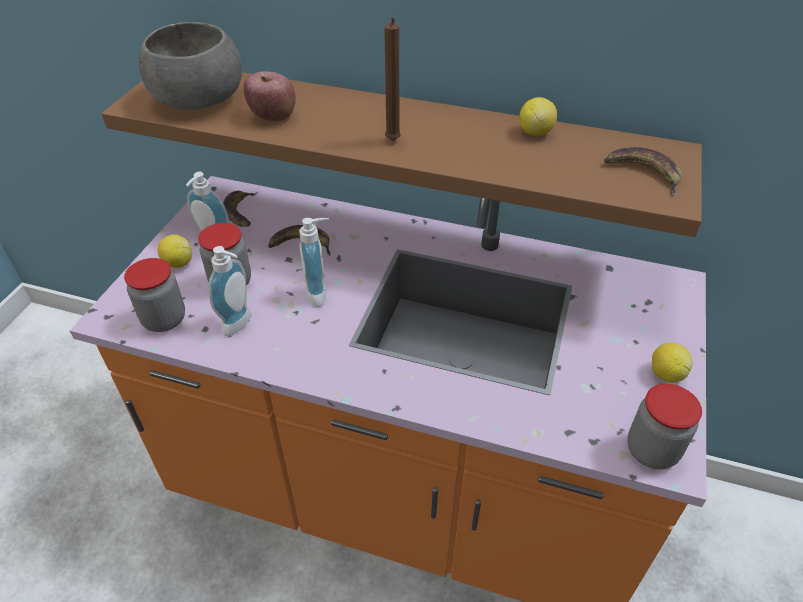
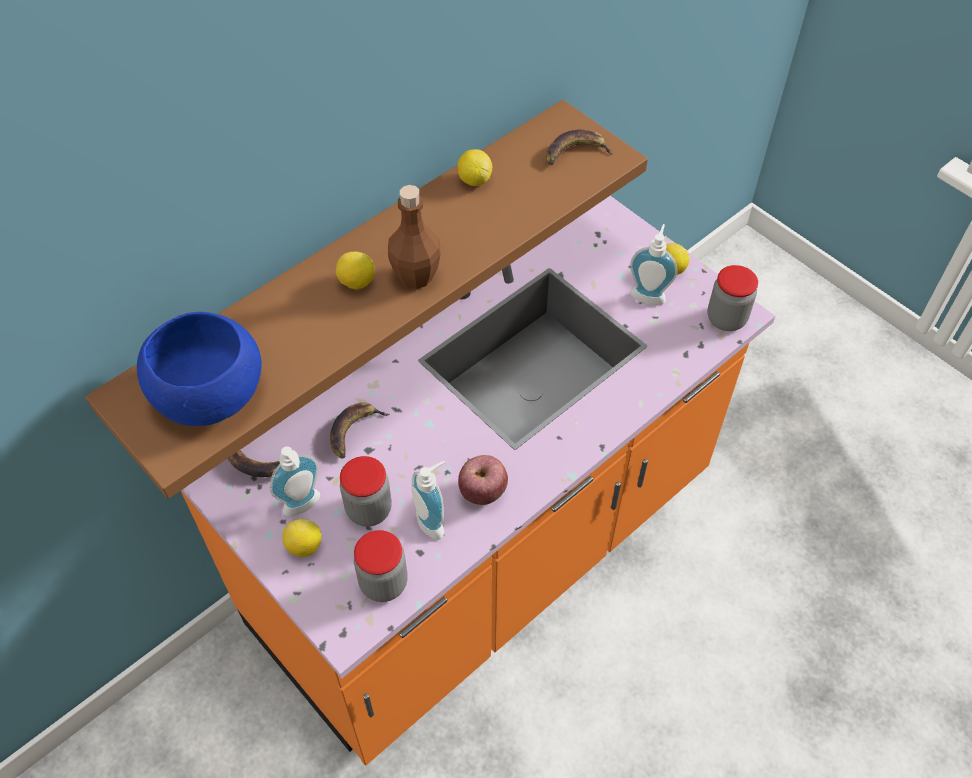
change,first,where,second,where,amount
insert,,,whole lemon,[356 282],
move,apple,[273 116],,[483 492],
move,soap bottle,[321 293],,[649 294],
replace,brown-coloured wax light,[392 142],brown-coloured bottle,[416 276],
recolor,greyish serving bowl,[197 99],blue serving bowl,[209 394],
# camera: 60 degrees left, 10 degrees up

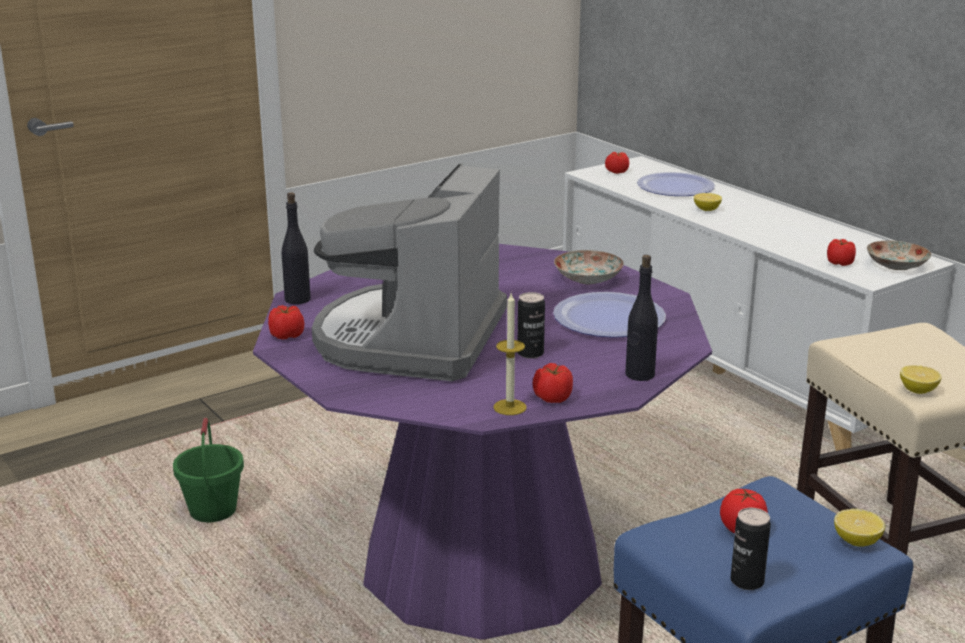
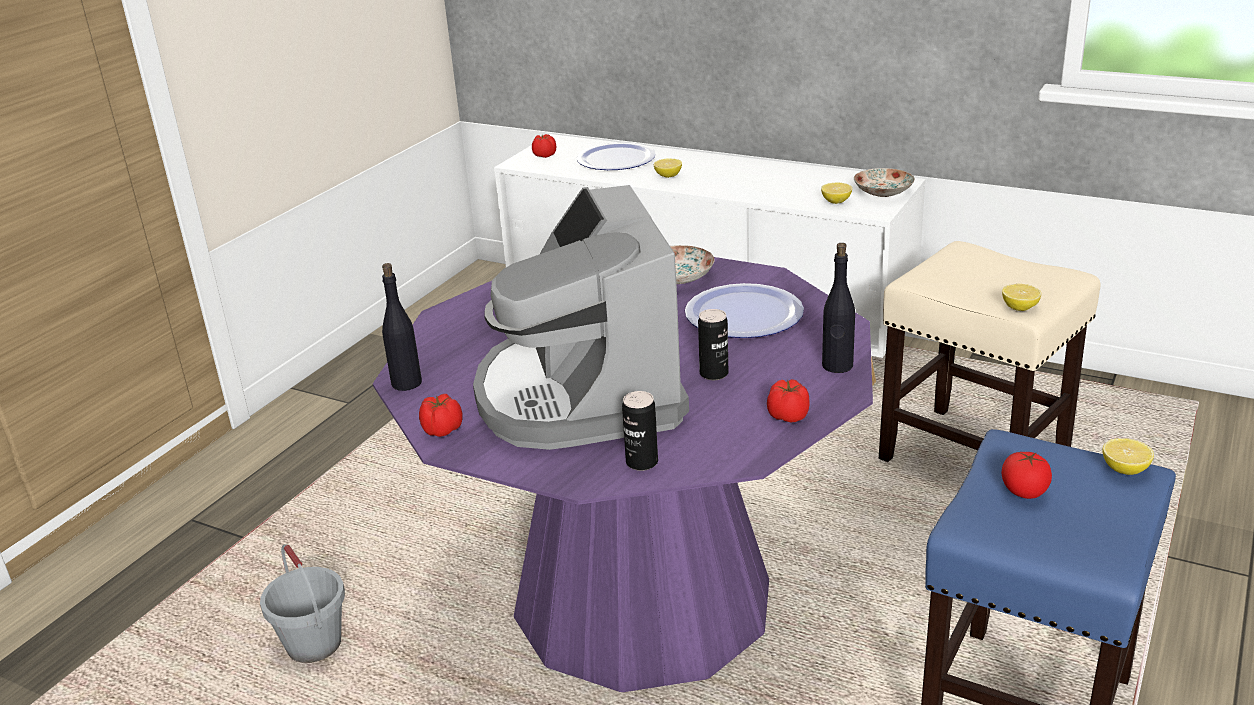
change,first,where,second,where,amount
delete,wax light,[509 407],,,
move,metal can,[747 581],,[642 462],
replace,whole tomato,[840 263],whole lemon,[836 201],
recolor,green pail,[212 511],greyish pail,[313 645],
# camera: 25 degrees left, 5 degrees up

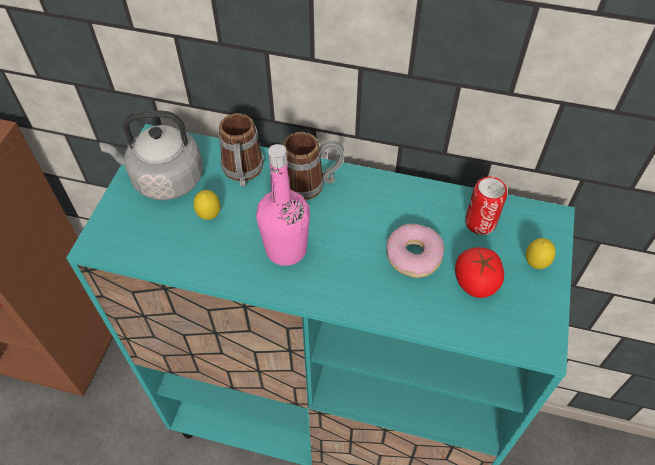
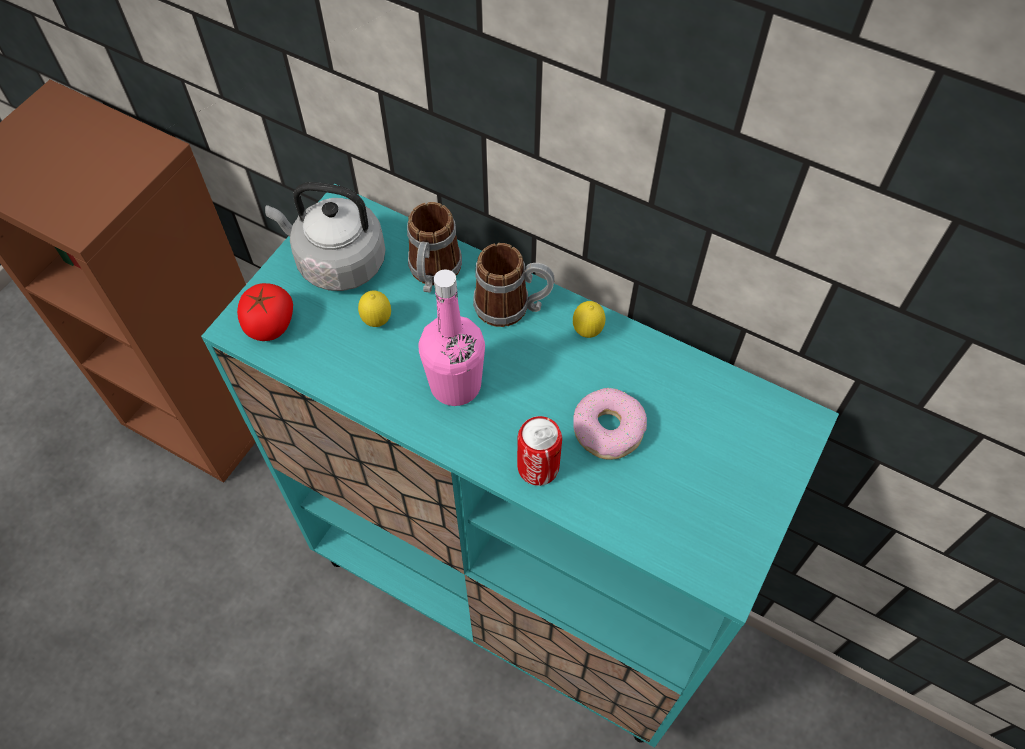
change,first,where,second,where,amount
move,whole tomato,[475 283],,[270 325],
move,metal can,[480 223],,[538 467],
move,whole lemon,[535 264],,[587 332],
# camera: 15 degrees right, 5 degrees up

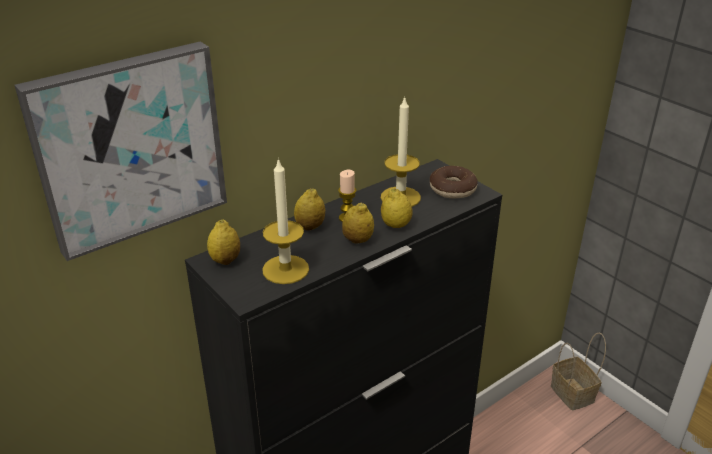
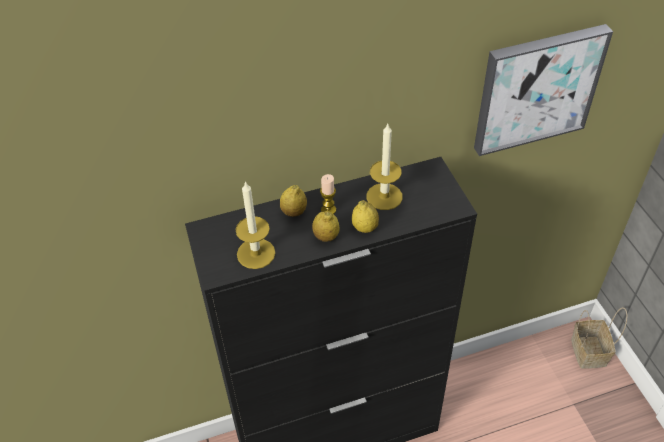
change,first,where,second,where,amount
delete,whole lemon,[225 260],,,
delete,donut,[452 189],,,
move,picture,[129 147],,[536 88],
# camera: 20 degrees right, 15 degrees up

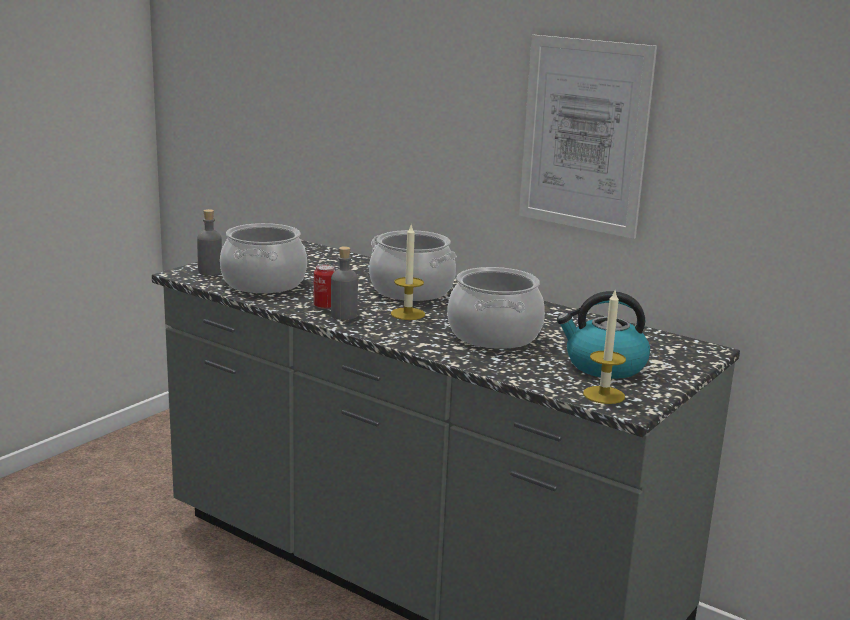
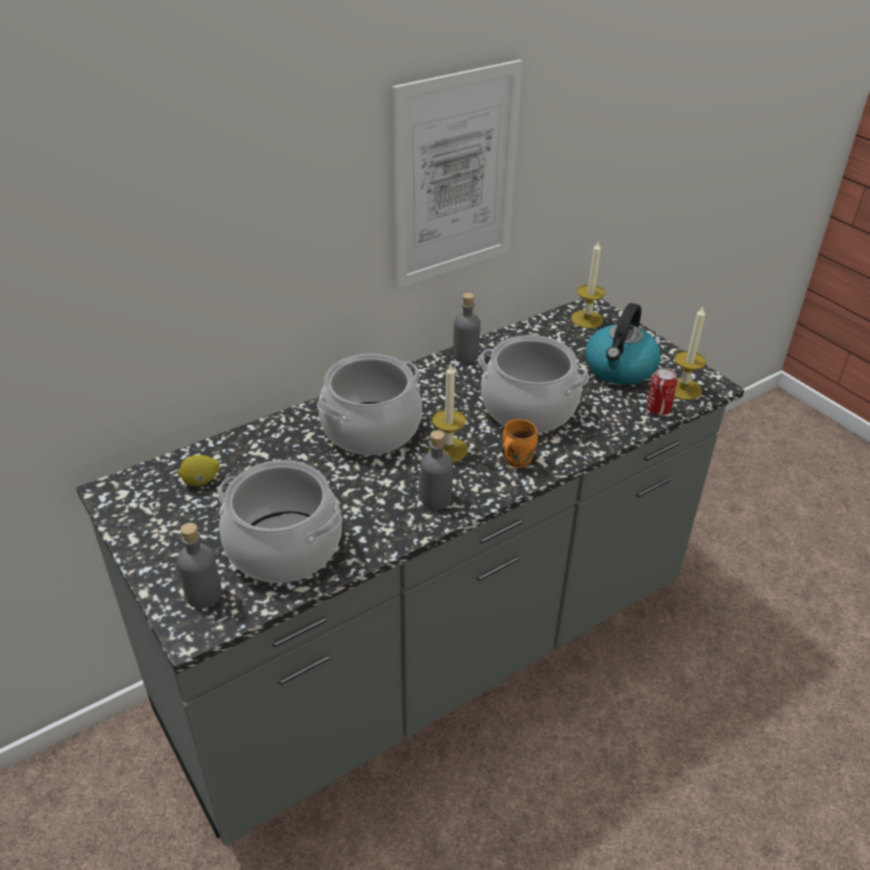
change,first,where,second,where,amount
insert,,,whole lemon,[201 481],
insert,,,greyish bottle,[465 355],
insert,,,orange-coloured mug,[515 460],
insert,,,wax light,[587 319],
move,metal can,[324 306],,[658 410],
# camera: 70 degrees left, 20 degrees up

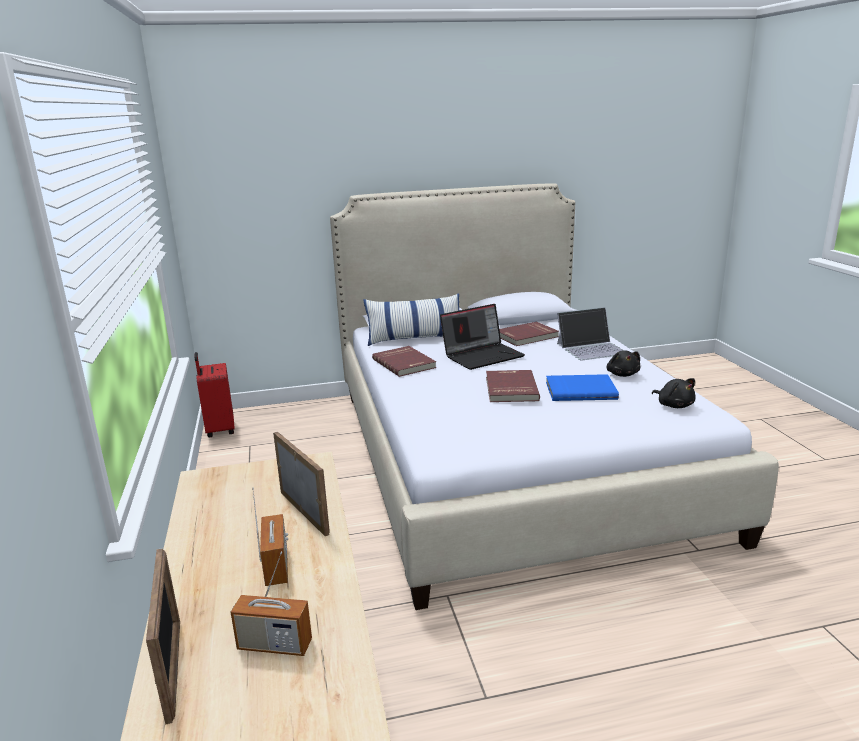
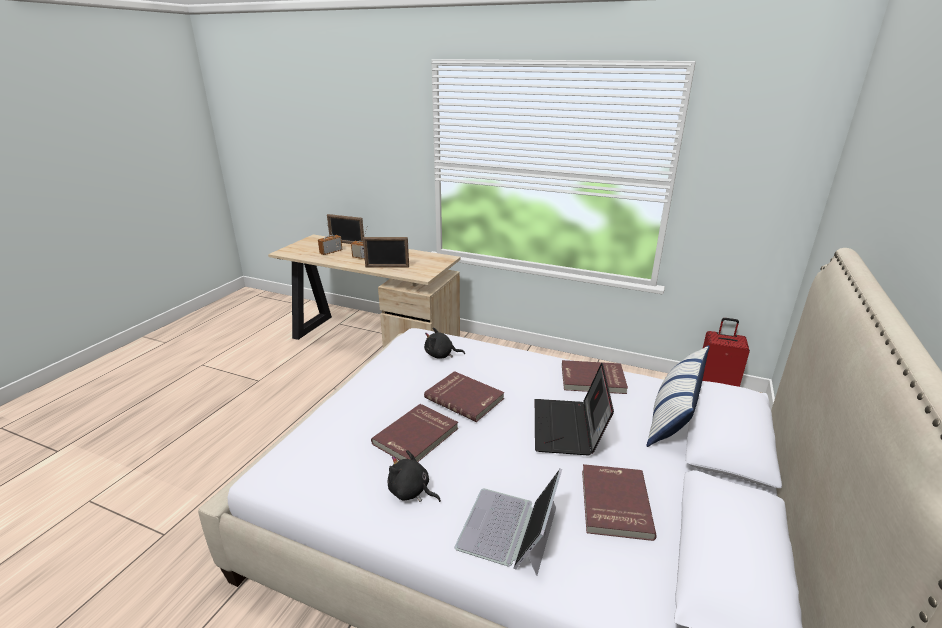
change,first,where,second,where,amount
move,blackish cuddly toy,[674 405],,[441 355],
recolor,blue volume,[580 390],reddish volume,[417 437],
# camera: 125 degrees right, 5 degrees up

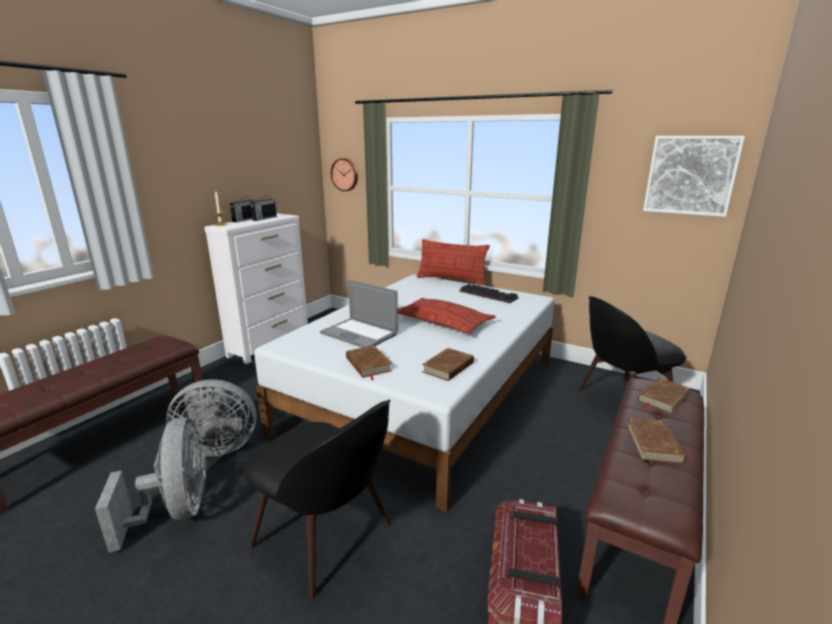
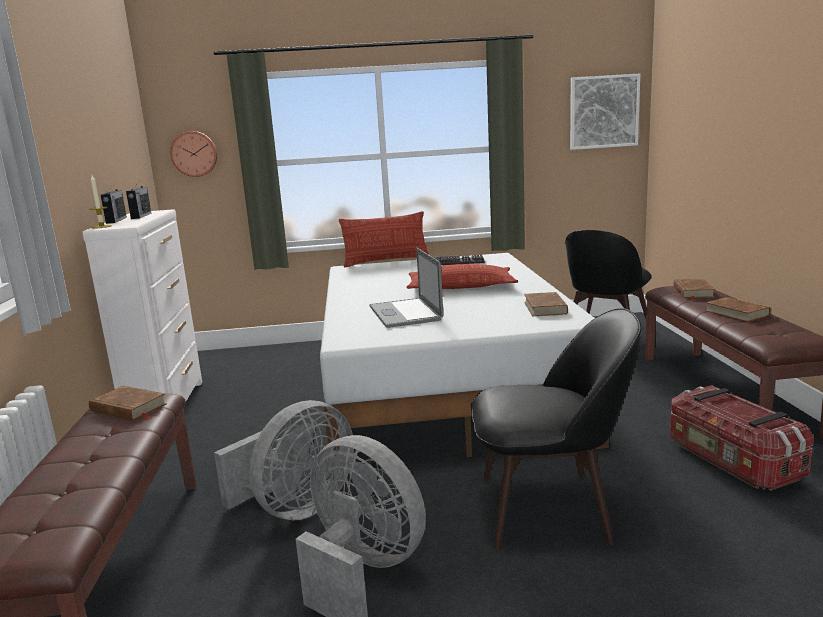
change,first,where,second,where,amount
move,brown-coloured volume,[368 365],,[128 408],
rotate,portable computer,[359 334],,[405 313],75 degrees clockwise
# camera: 35 degrees left, 5 degrees down

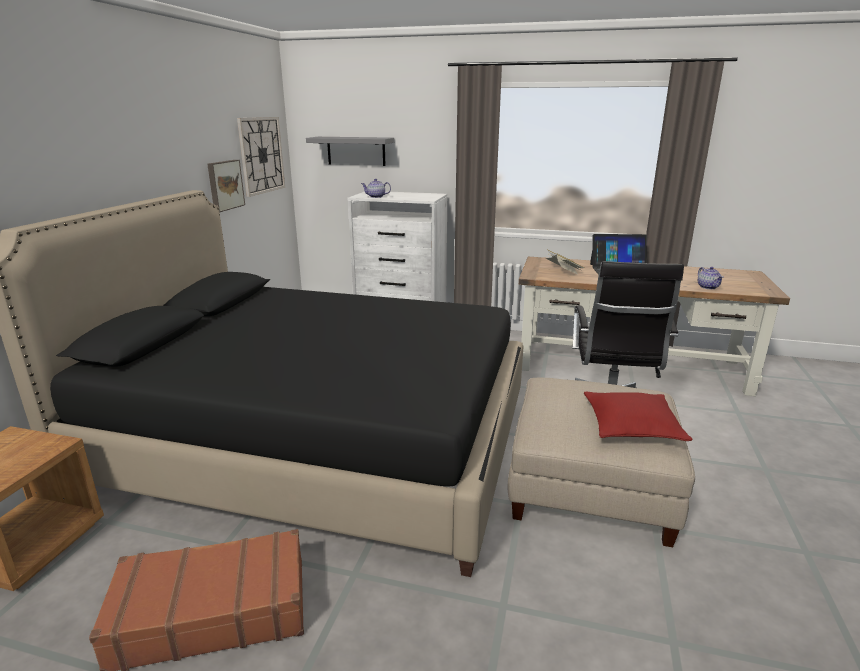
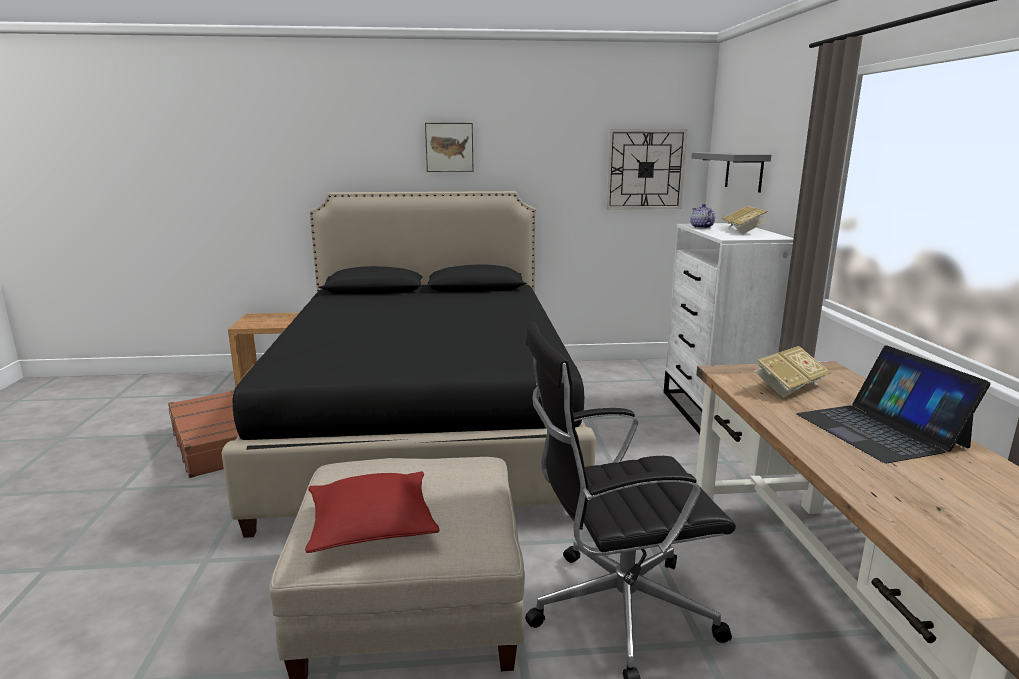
change,first,where,second,where,amount
delete,teapot,[708 287],,,
insert,,,volume,[743 231],
move,picture,[224 185],,[449 147],
# camera: 70 degrees right, 5 degrees down

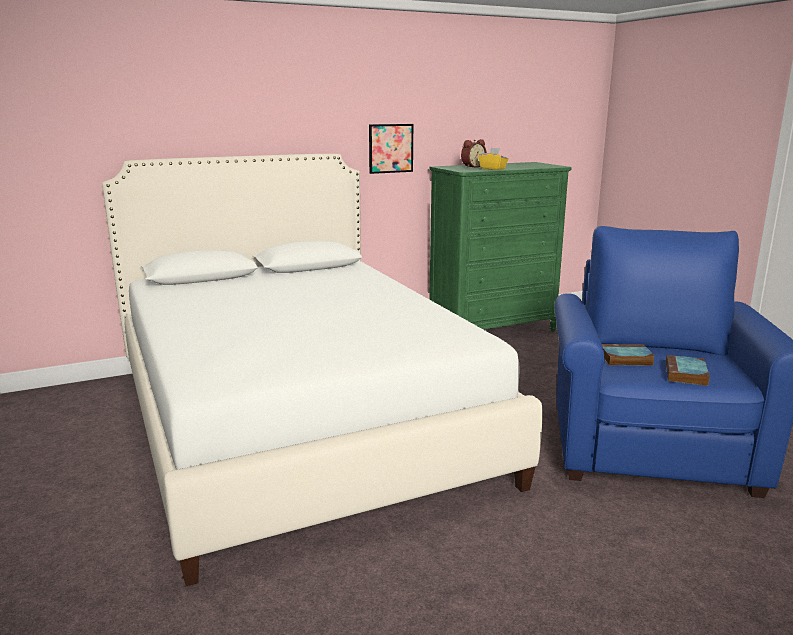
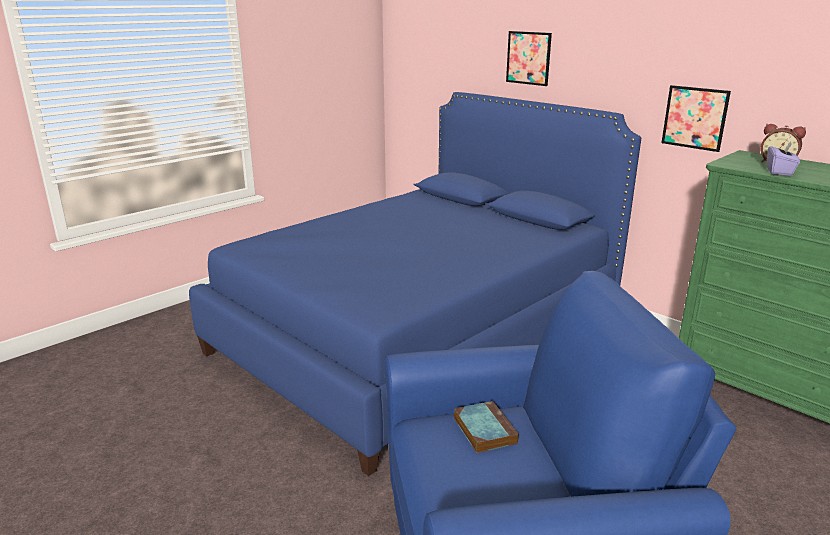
change,first,where,second,where,amount
delete,volume,[686 375],,,
insert,,,picture,[528 58],
recolor,whitish bed,[299 422],blue bed,[418 335],
recolor,yellow box of tissues,[493 168],purplish box of tissues,[779 171],
# camera: 70 degrees right, 5 degrees up

